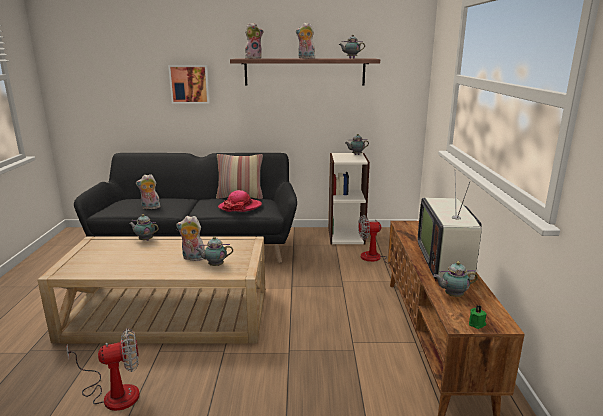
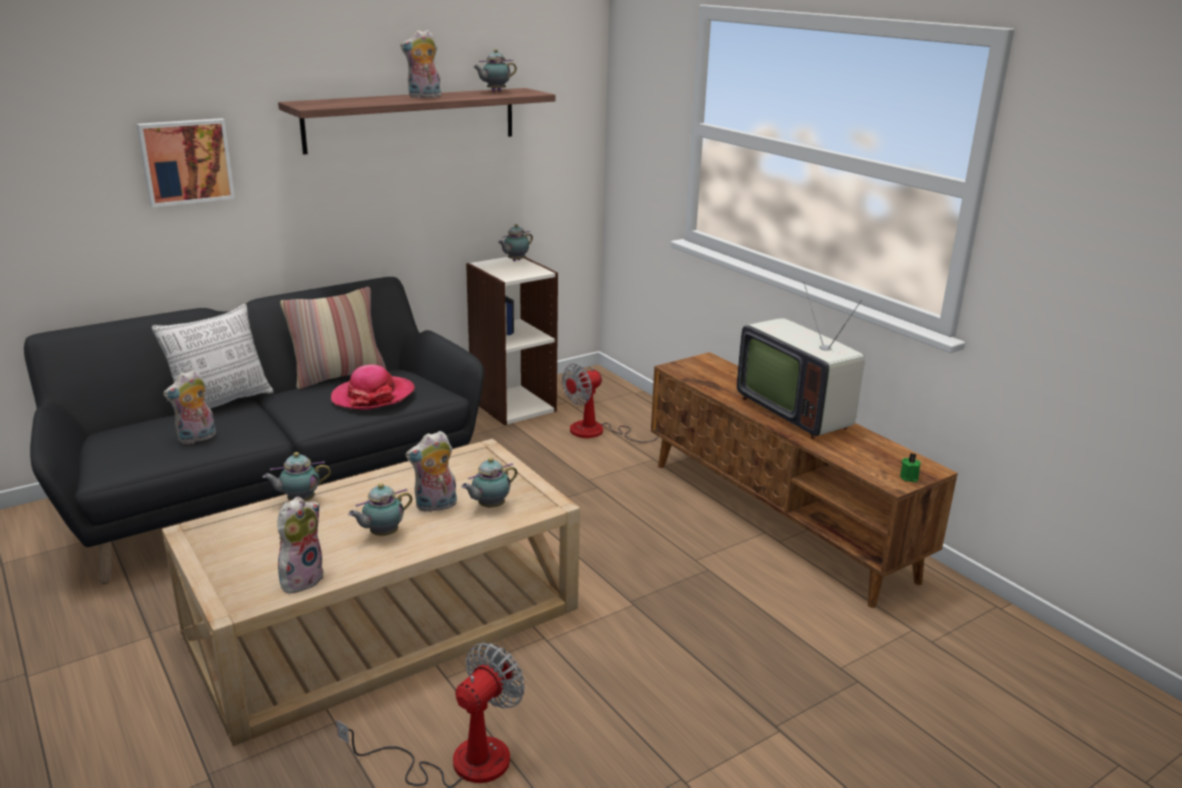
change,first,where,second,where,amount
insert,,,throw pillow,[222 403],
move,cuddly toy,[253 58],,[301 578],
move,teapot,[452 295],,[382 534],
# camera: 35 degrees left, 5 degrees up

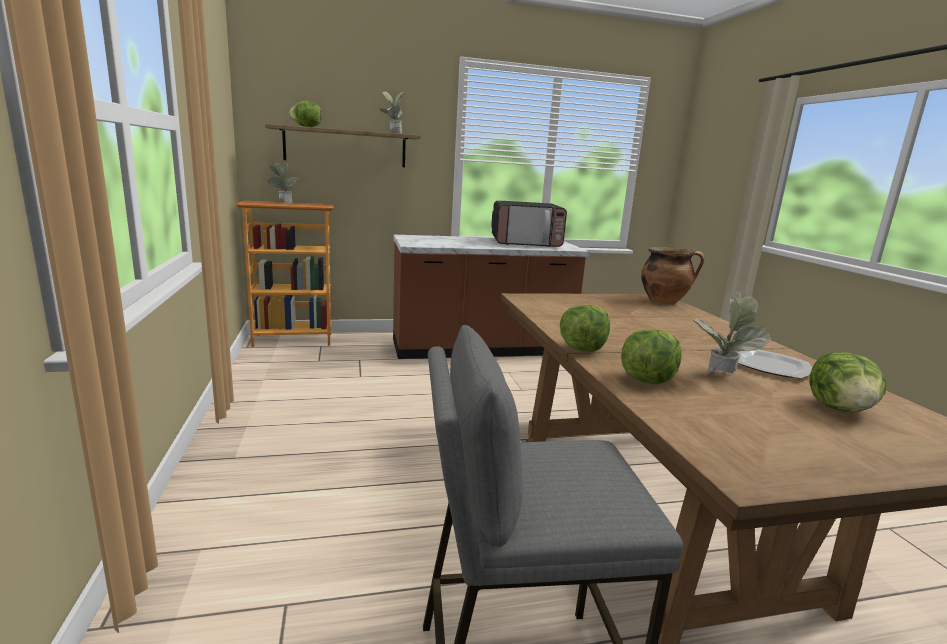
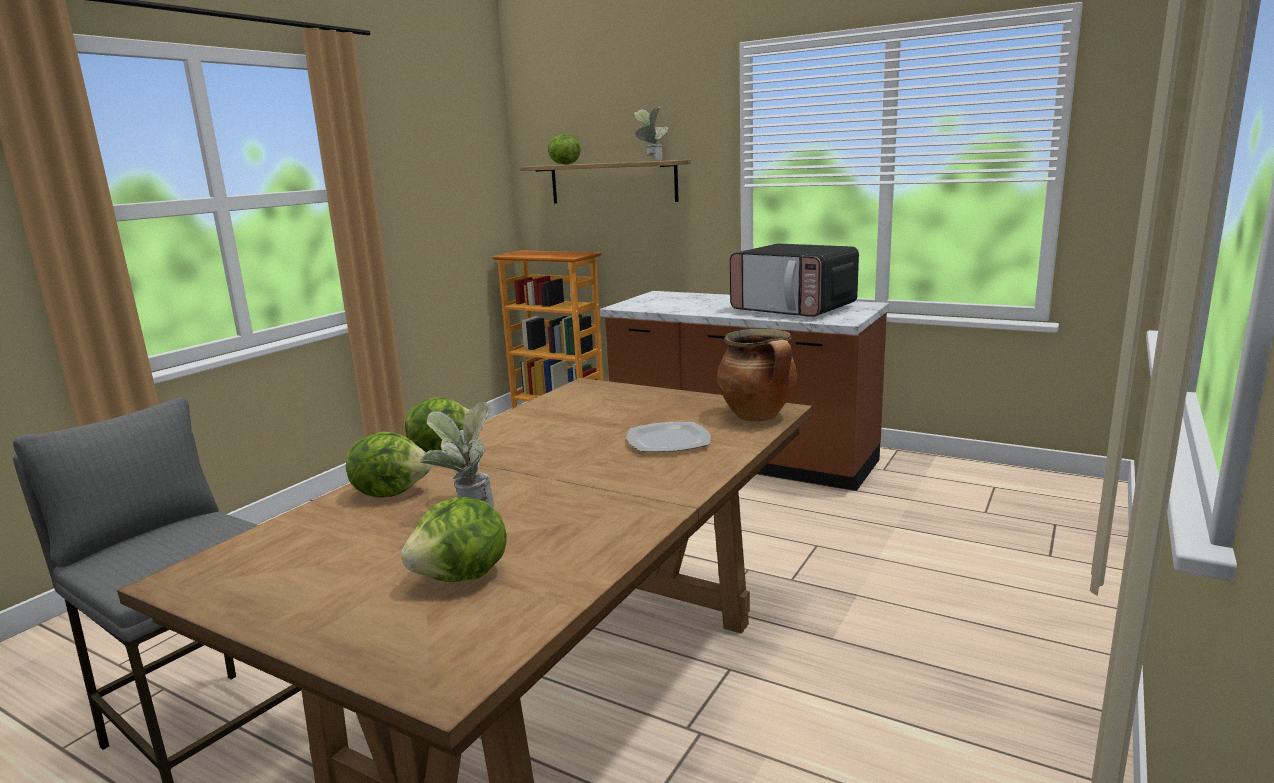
change,first,where,second,where,amount
delete,plant in a pot,[283 203],,,
move,dinner plate,[771 366],,[669 441],
# camera: 45 degrees right, 0 degrees up

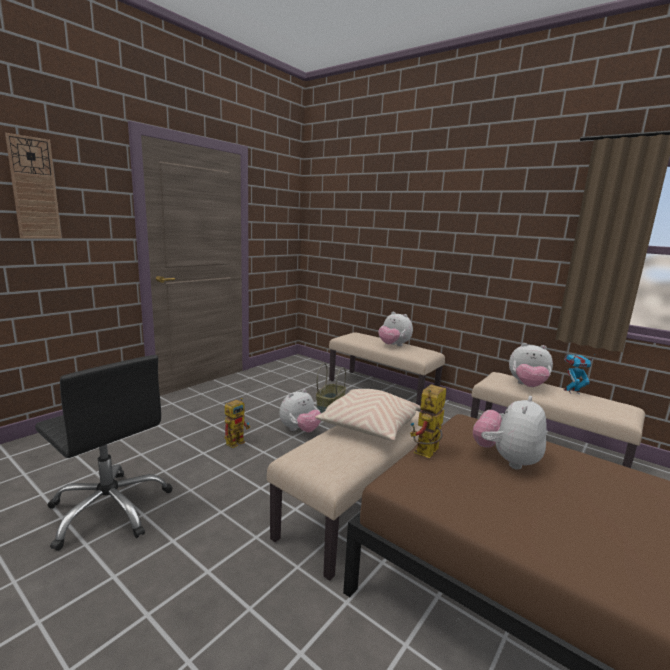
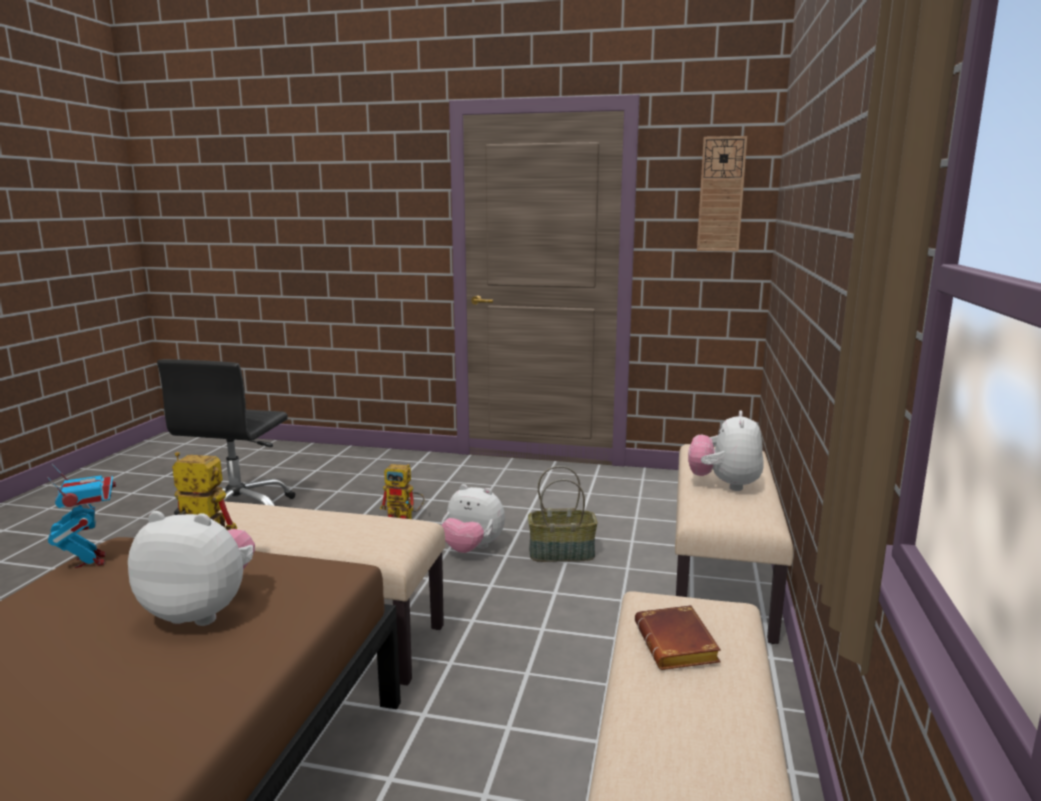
change,first,where,second,where,amount
delete,sand-coloured throw pillow,[369 427],,,
move,wall clock,[34 189],,[721 194],
move,model robot,[572 391],,[91 560],
replace,cuddly toy,[527 386],brown-coloured volume,[679 646],
# camera: 65 degrees right, 0 degrees up

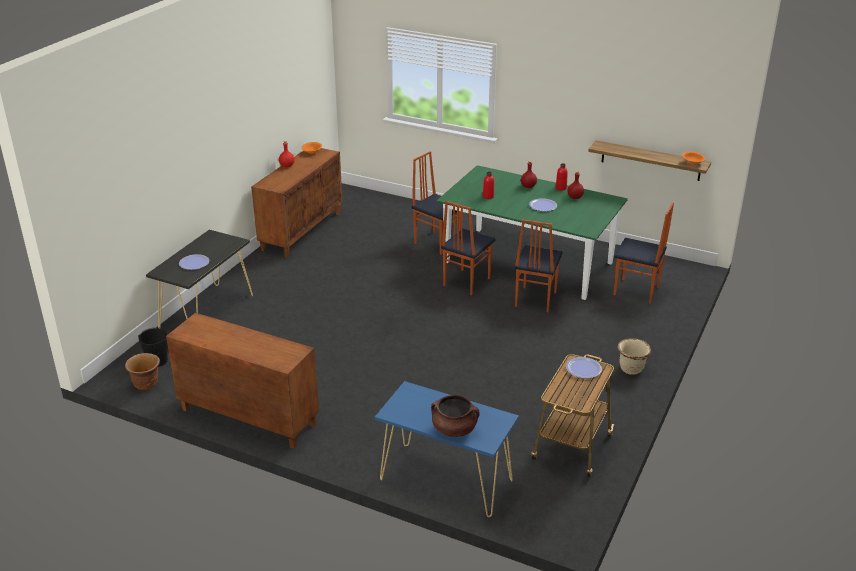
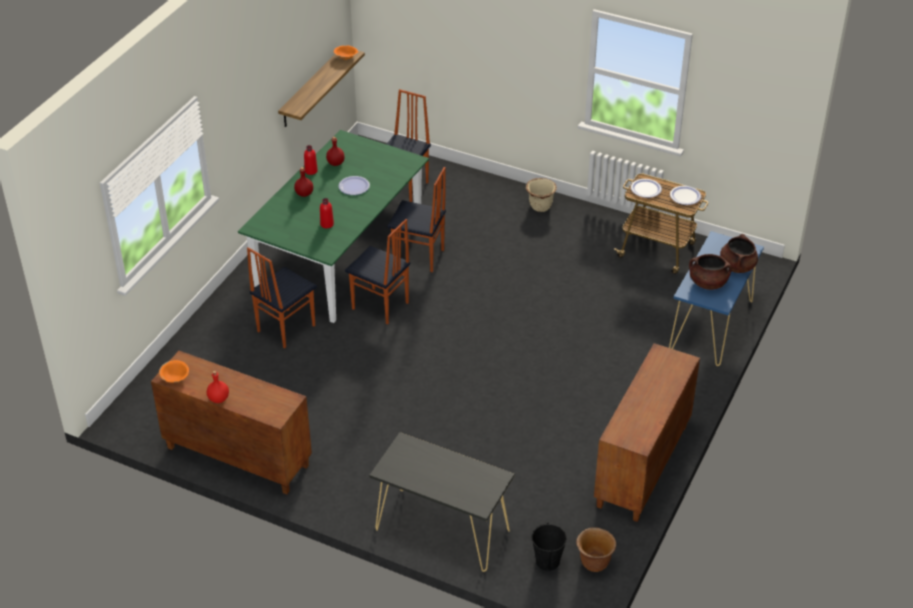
change,first,where,second,where,amount
insert,,,brown-coloured saucepot,[708 283],
move,dinner plate,[194 263],,[685 196],
# camera: 90 degrees left, 10 degrees up

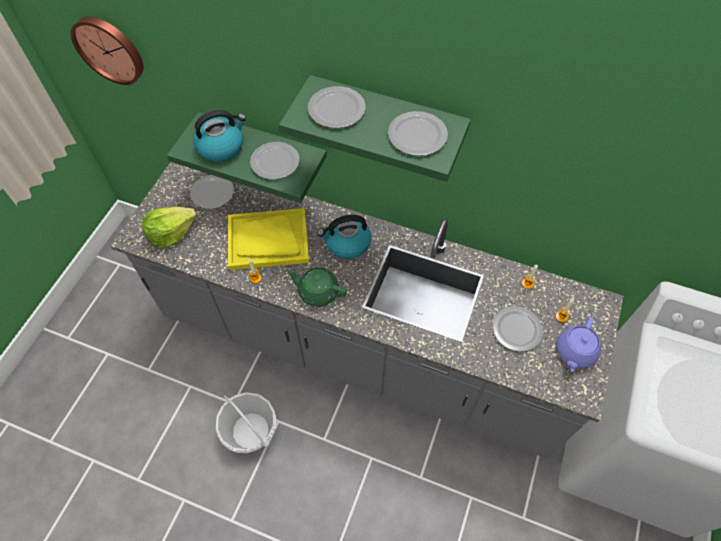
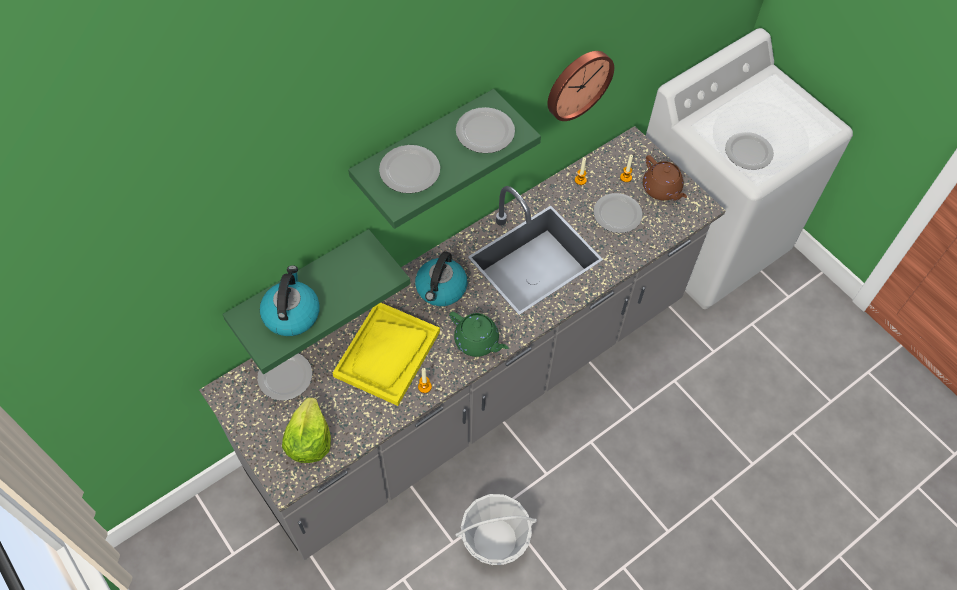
change,first,where,second,where,amount
move,wall clock,[110 49],,[577 83],
move,dinner plate,[276 162],,[748 151],
recolor,purplish teapot,[574 352],brown-coloured teapot,[662 189],
rotate,green teapot,[317 291],,[477 341],105 degrees counterclockwise
# camera: 60 degrees left, 0 degrees up

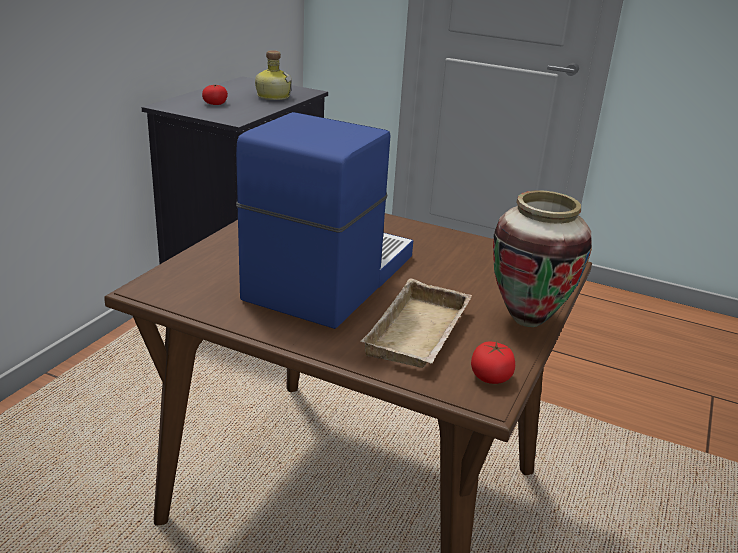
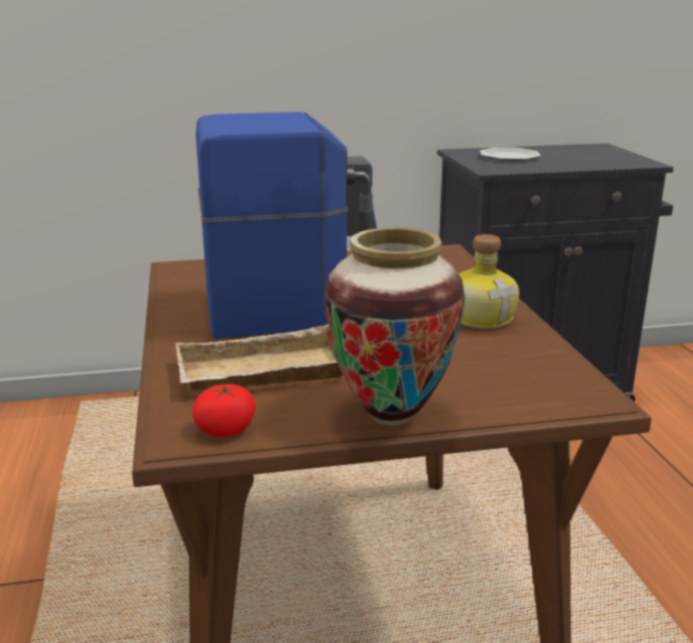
change,first,where,second,where,amount
move,bottle,[273 96],,[482 317],
replace,whole tomato,[215 103],dinner plate,[510 157],
# camera: 55 degrees right, 5 degrees down

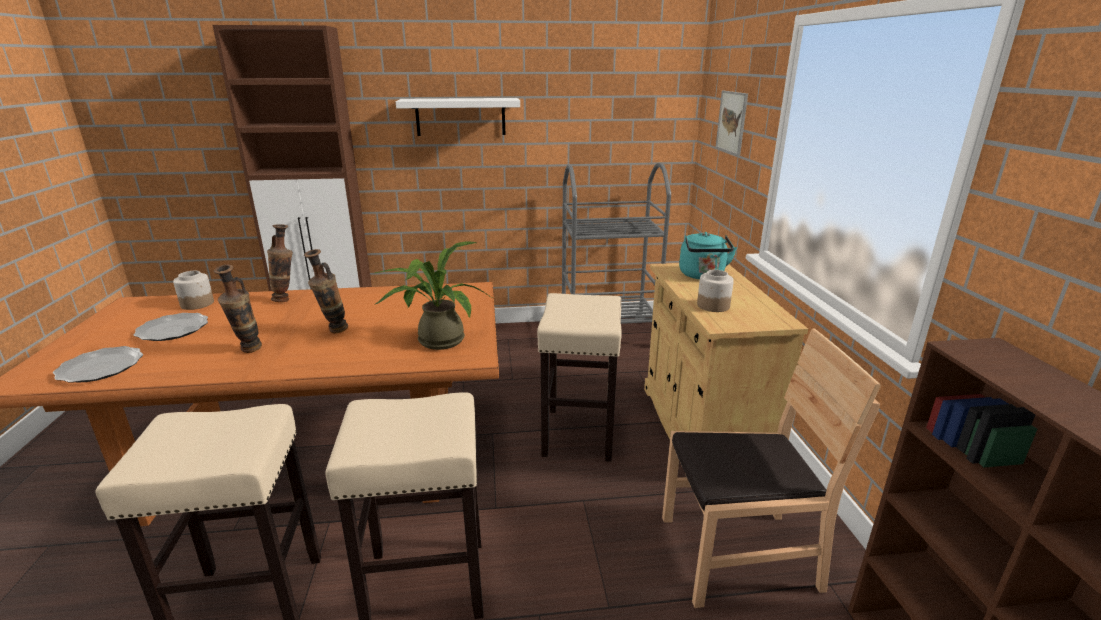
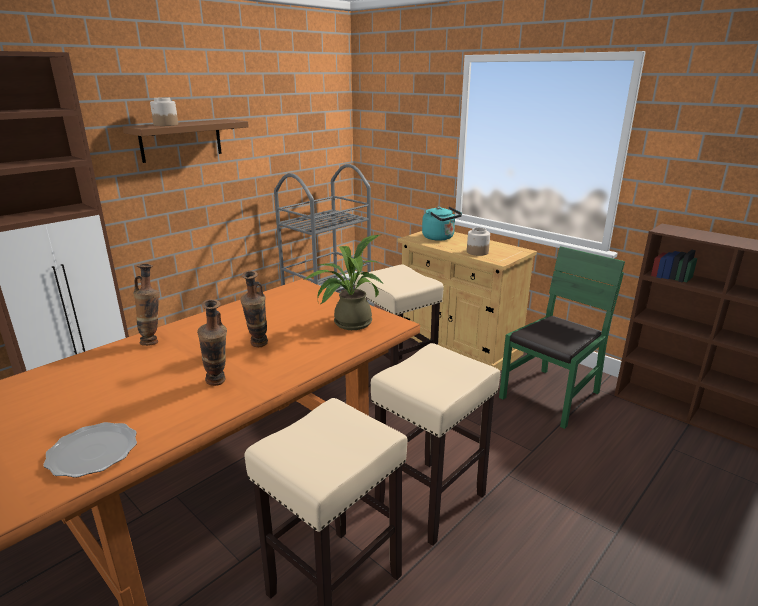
change,first,where,second,where,amount
delete,dinner plate,[172 330],,,
delete,picture,[732 122],,,
move,preserve jar,[197 304],,[166 125],
recolor,whitish bracket shelf,[460 117],brown-coloured bracket shelf,[181 140],
recolor,brown-coloured plain chair,[738 554],green plain chair,[551 396],
# camera: 40 degrees left, 0 degrees up

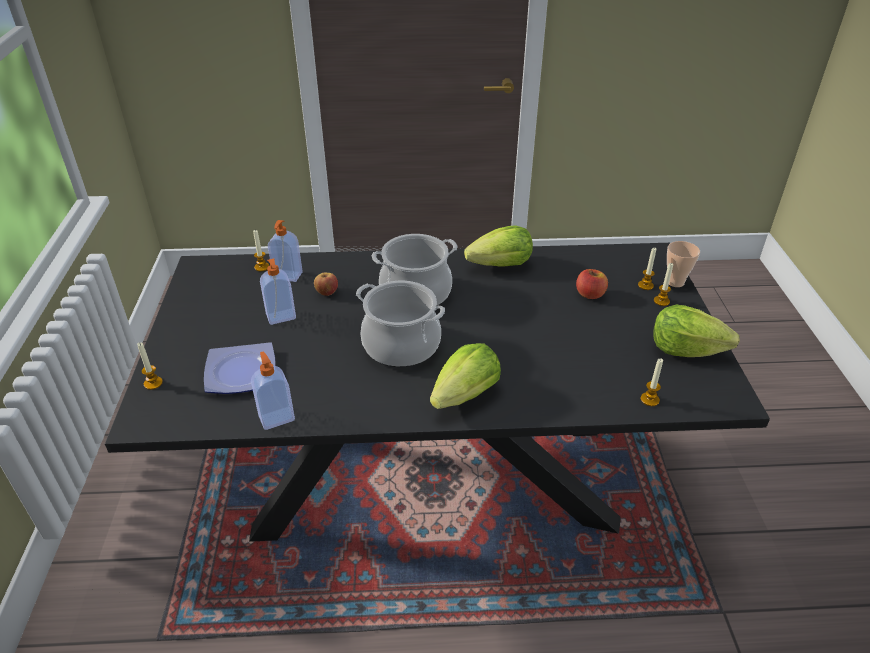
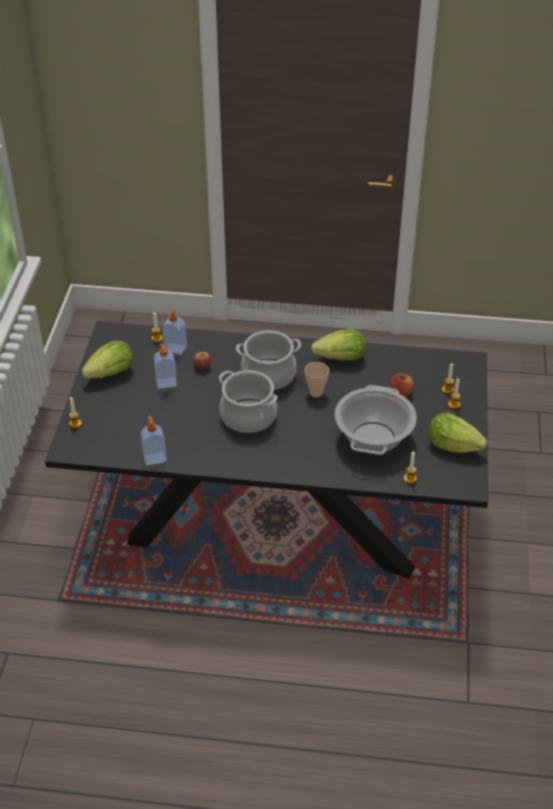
change,first,where,second,where,amount
delete,dinner plate,[239 373],,,
insert,,,saucepot,[373 437],
move,head of lettuce,[466 395],,[111 373],
move,small cup,[675 282],,[316 392],
# camera: 10 degrees right, 5 degrees up

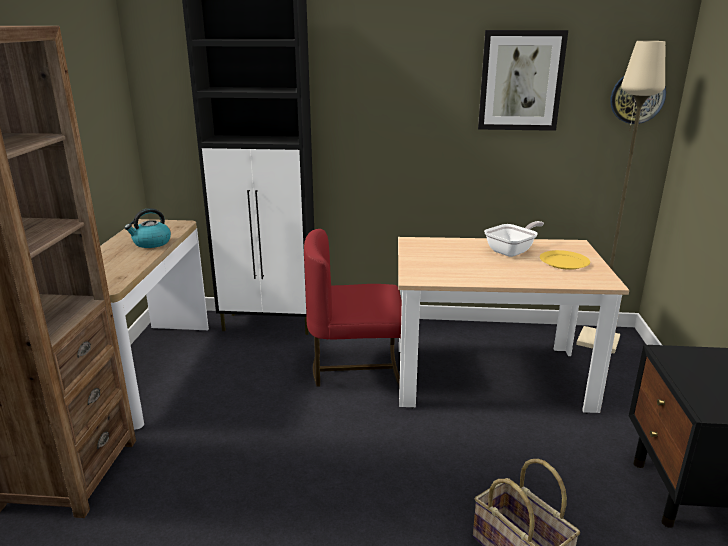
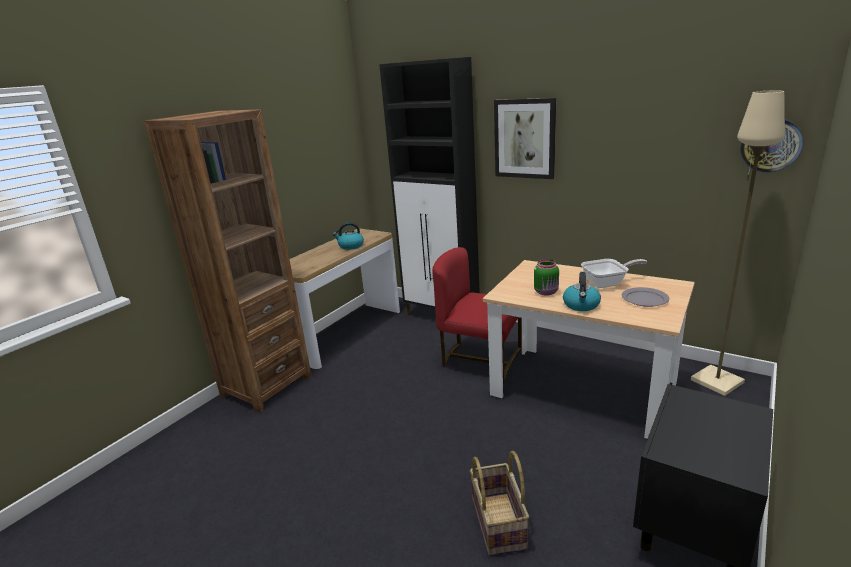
change,first,where,second,where,amount
insert,,,green preserve jar,[546 292],
insert,,,kettle,[581 305],
move,picture,[520 81],,[525 138],
recolor,yellow dinner plate,[564 262],greyish dinner plate,[645 299],
# camera: 30 degrees right, 0 degrees up

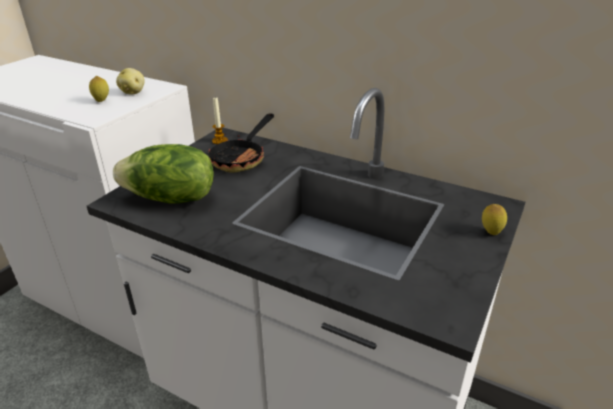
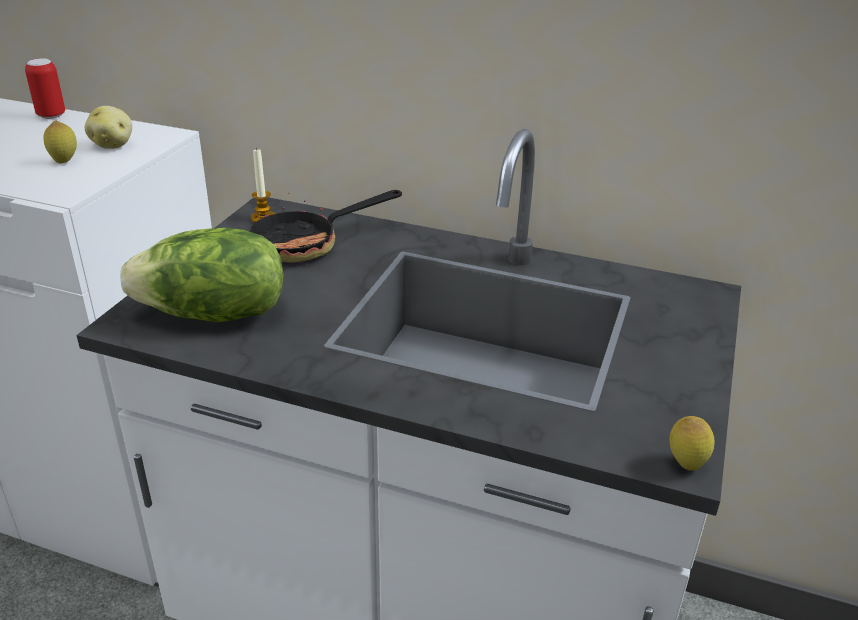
change,first,where,second,where,amount
insert,,,metal can,[51 115],
move,whole lemon,[490 232],,[685 464],
rotate,frying pan,[242 158],,[308 244],45 degrees clockwise
# camera: 10 degrees left, 0 degrees up

